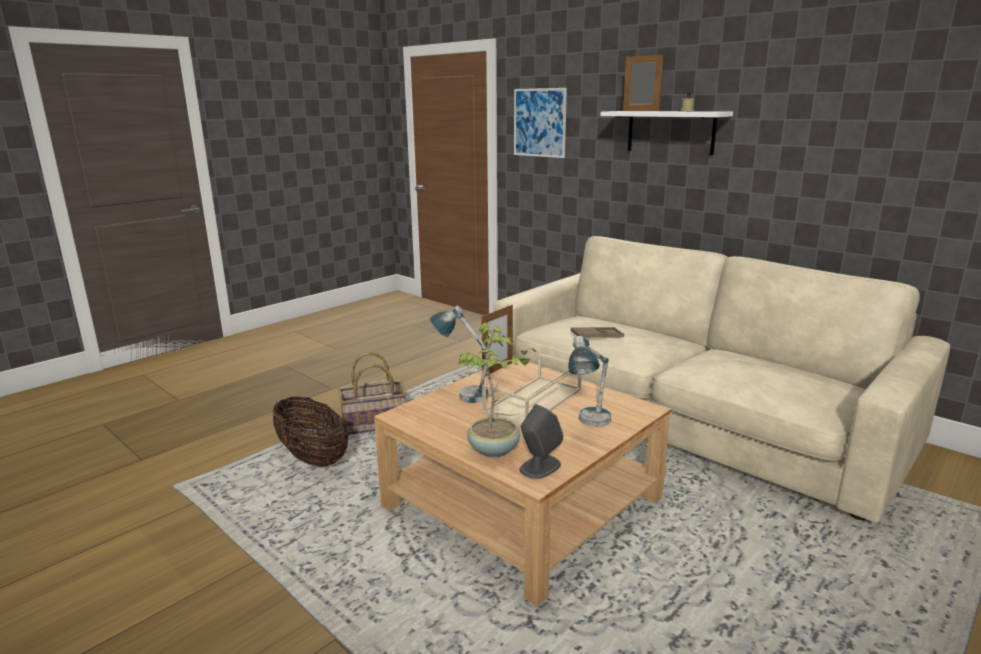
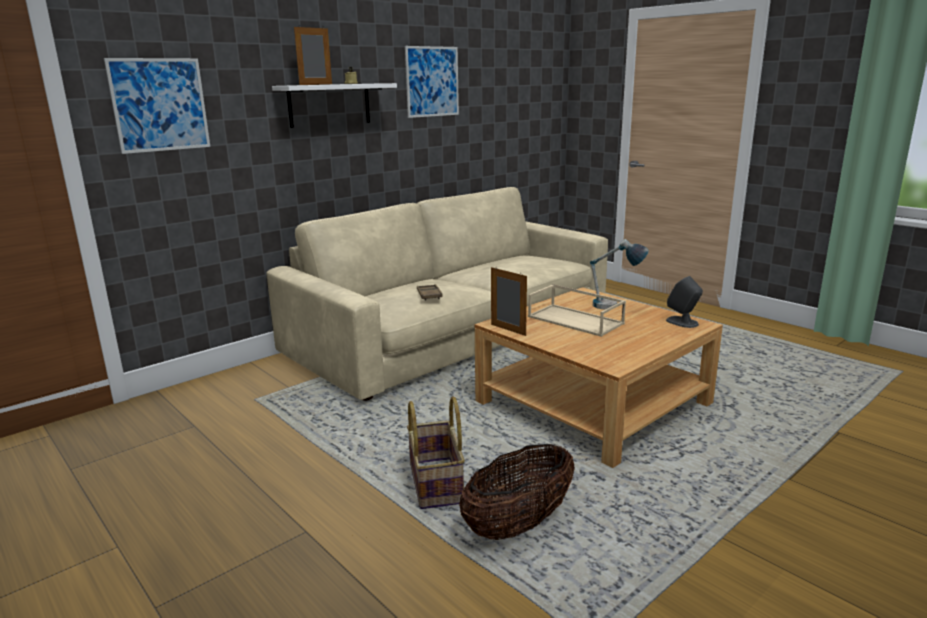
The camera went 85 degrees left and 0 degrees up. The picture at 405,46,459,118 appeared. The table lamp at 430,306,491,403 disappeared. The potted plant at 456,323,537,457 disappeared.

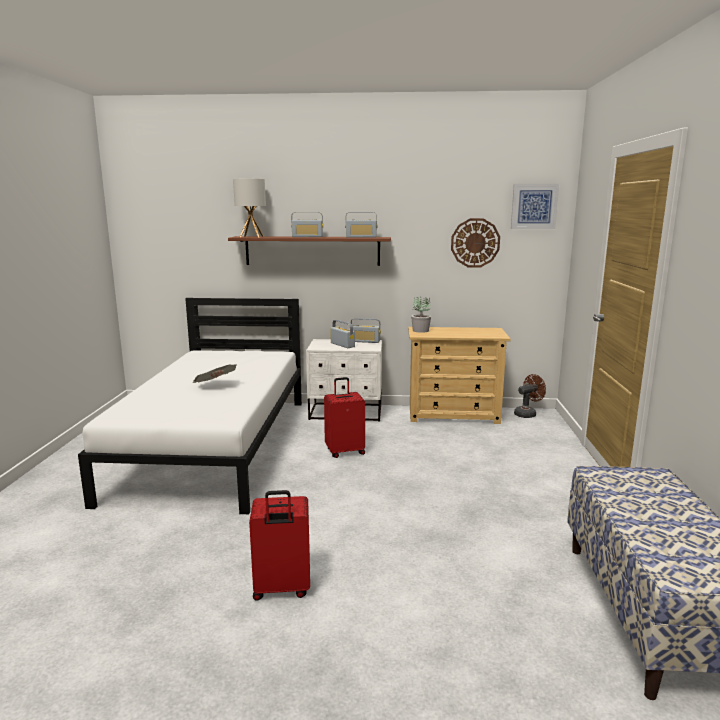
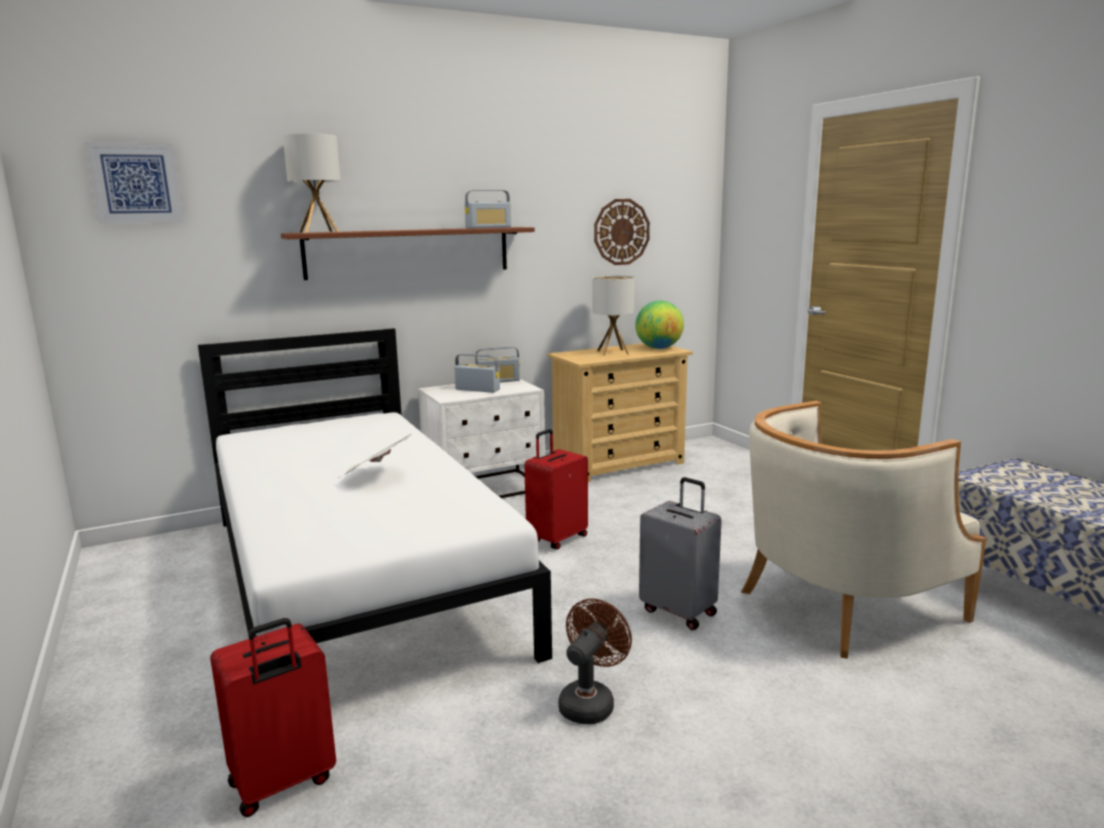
The camera went 30 degrees left and 0 degrees up. The picture moved from 511,184,559,229 to 85,142,184,224. The red suitcase moved from 249,490,310,601 to 210,618,336,817. The brown fan moved from 514,374,546,418 to 558,598,632,724. The table lamp at 592,276,635,356 appeared. The globe at 635,301,684,349 appeared. The grey suitcase at 639,477,722,630 appeared. The beige armchair at 741,401,986,659 appeared. The radio at 291,212,323,237 disappeared. The potted plant at 411,296,431,333 disappeared.

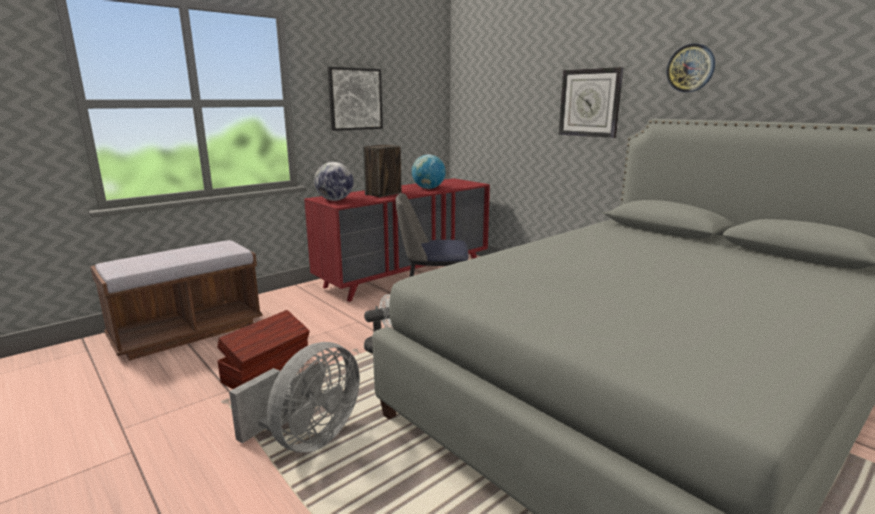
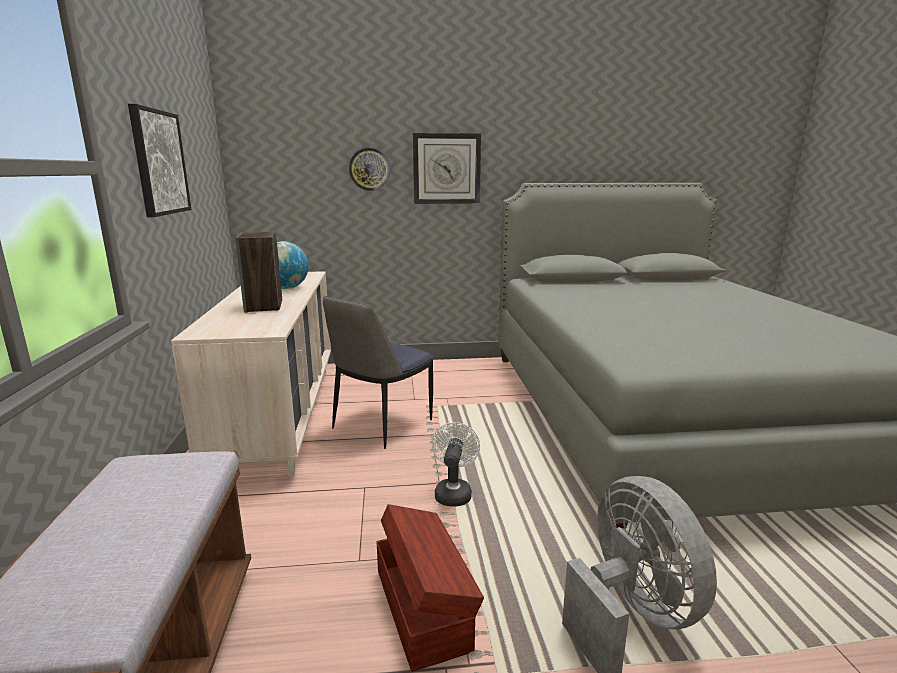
The camera went 55 degrees left and 0 degrees up. The red dresser at 304,178,490,302 became the beige dresser at 171,271,331,476. The wall clock moved from 667,43,715,92 to 349,148,390,191. The globe at 314,162,354,201 disappeared.

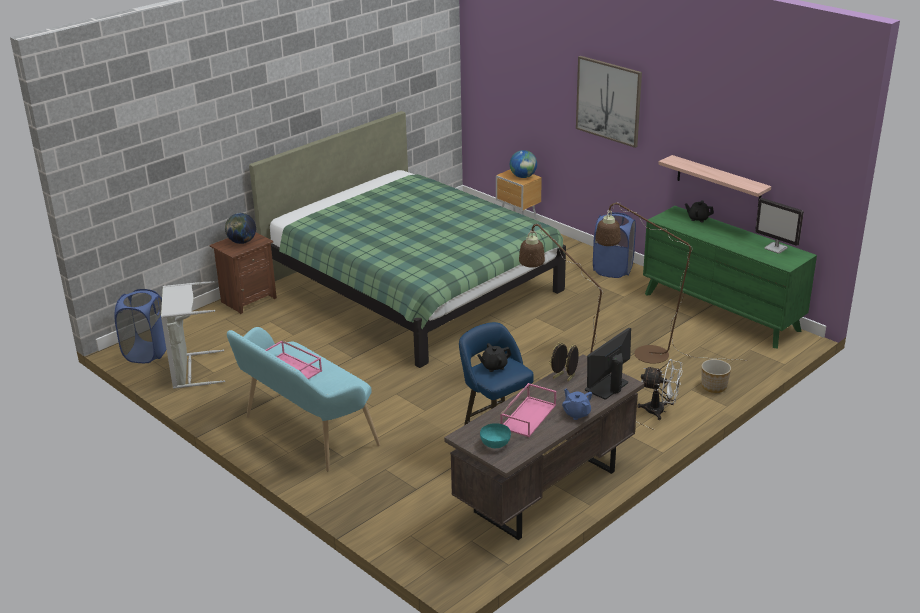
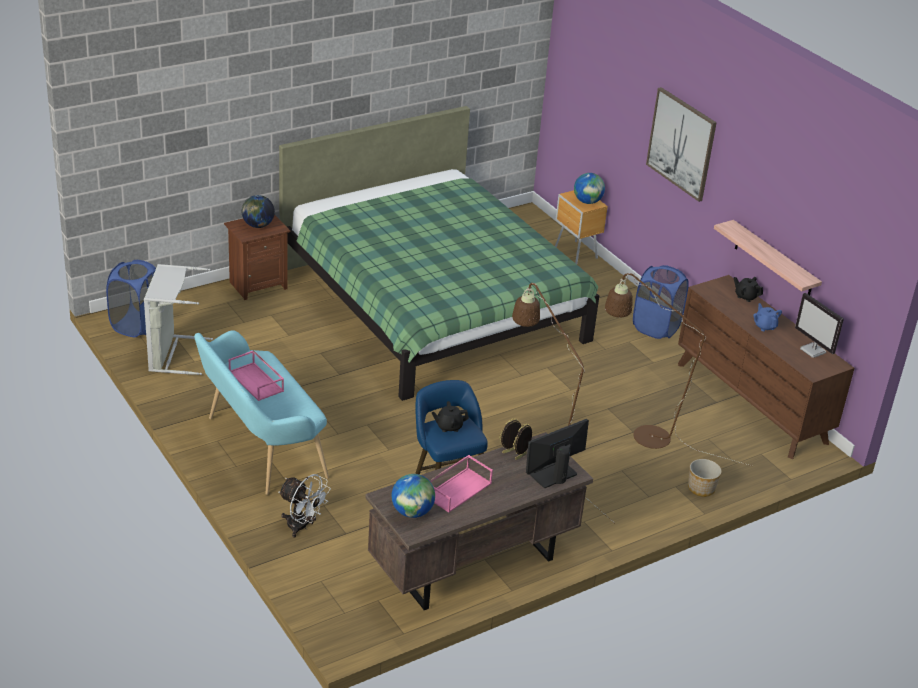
The camera went 10 degrees right and 5 degrees up. The white fan moved from 637,359,682,420 to 279,474,331,538. The turquoise bowl at 480,423,511,448 was replaced by the globe at 392,474,435,518. The green dresser at 643,206,817,349 became the brown dresser at 678,275,855,459. The blue teapot moved from 562,389,592,420 to 753,303,782,331.

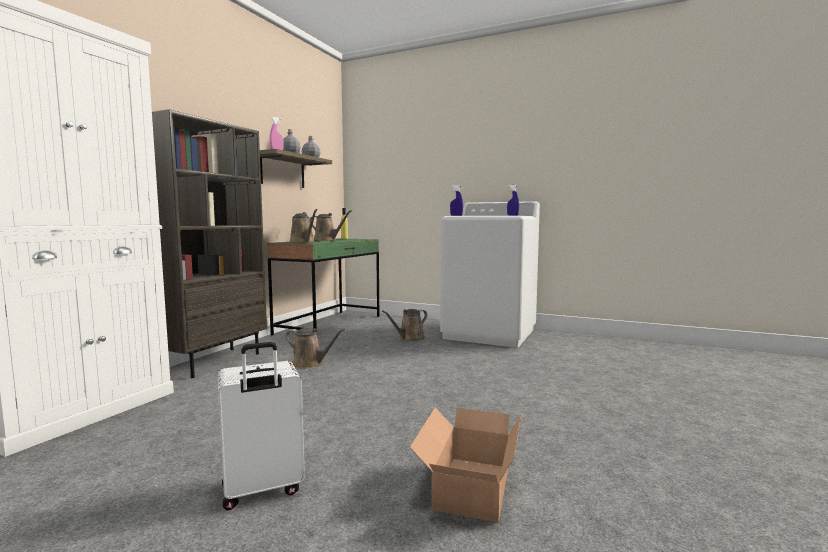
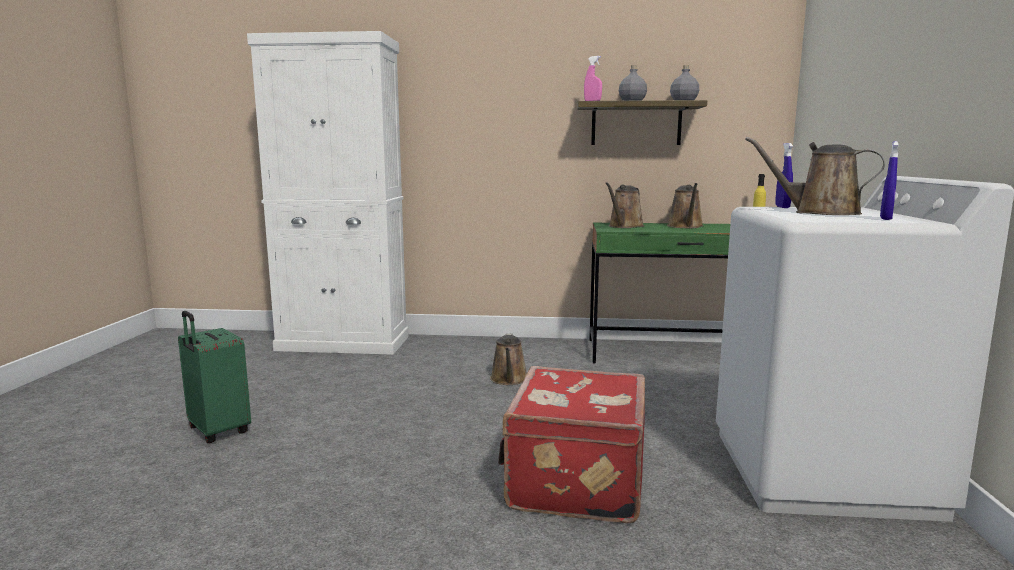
The camera went 70 degrees right and 5 degrees up. The white suitcase at 218,342,305,510 became the green suitcase at 178,311,251,443. The red suitcase at 498,366,645,524 appeared. The brown watering can moved from 382,309,427,341 to 745,137,885,215. The brown bookcase at 152,109,267,378 disappeared. The cardboard box at 410,408,522,523 disappeared.

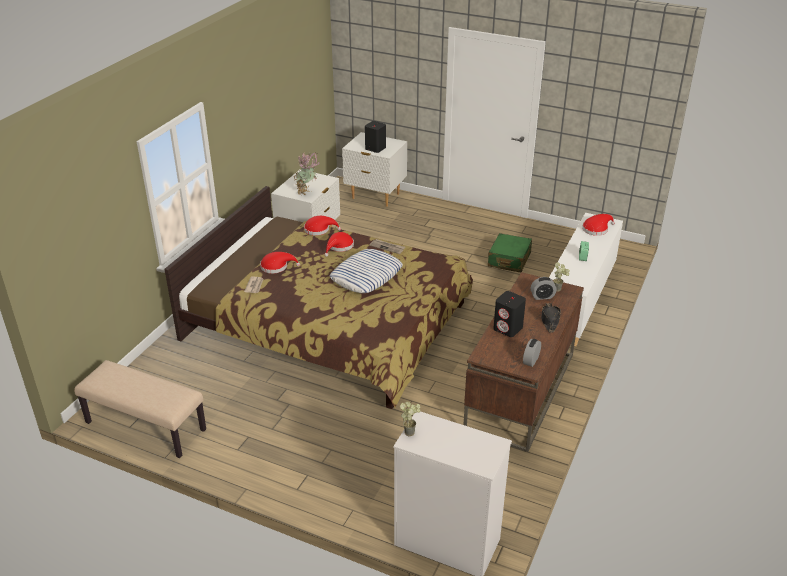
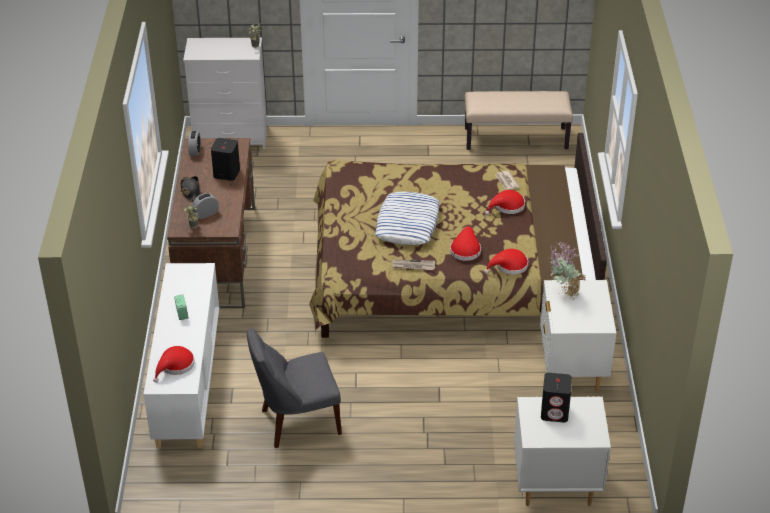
The camera went 155 degrees right and 5 degrees up. The green suitcase at 488,233,532,272 was replaced by the grey chair at 247,328,342,448.

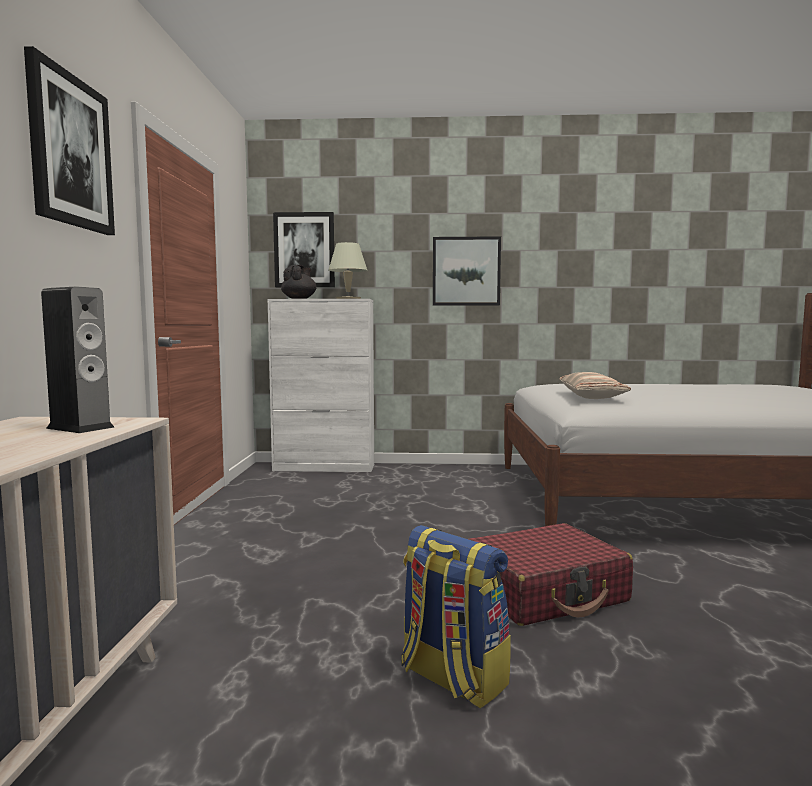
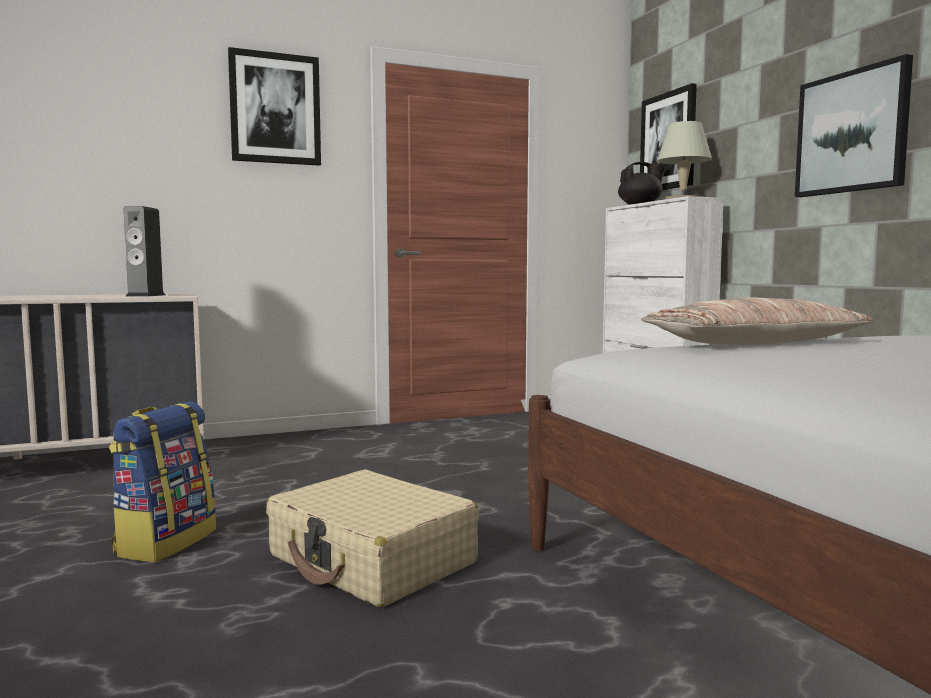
The camera went 65 degrees right and 0 degrees up. The red suitcase at 469,523,633,626 became the beige suitcase at 266,469,479,608.

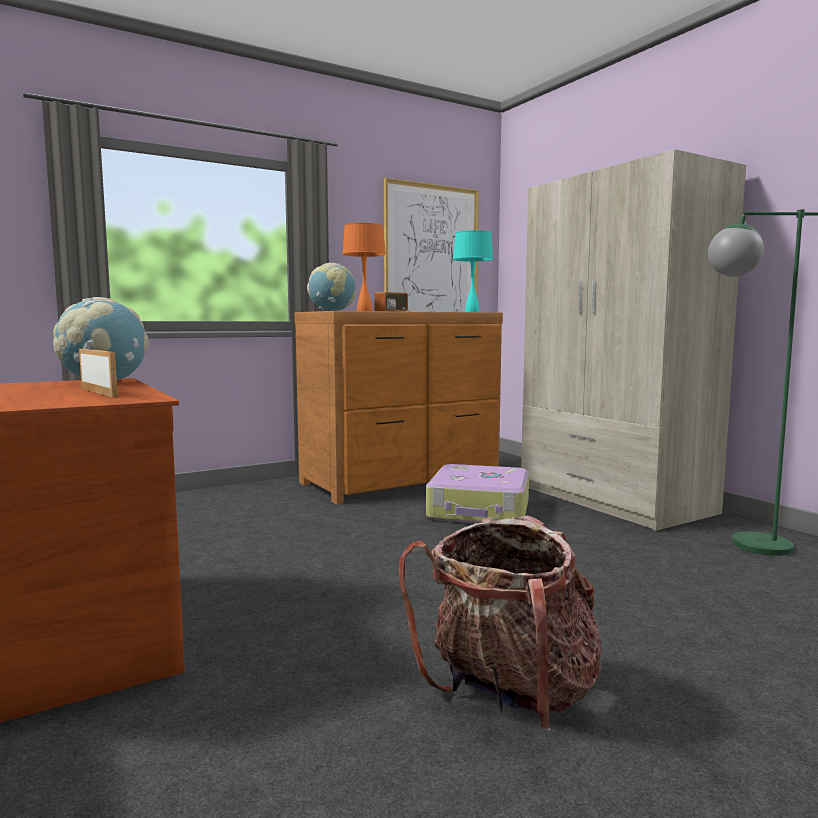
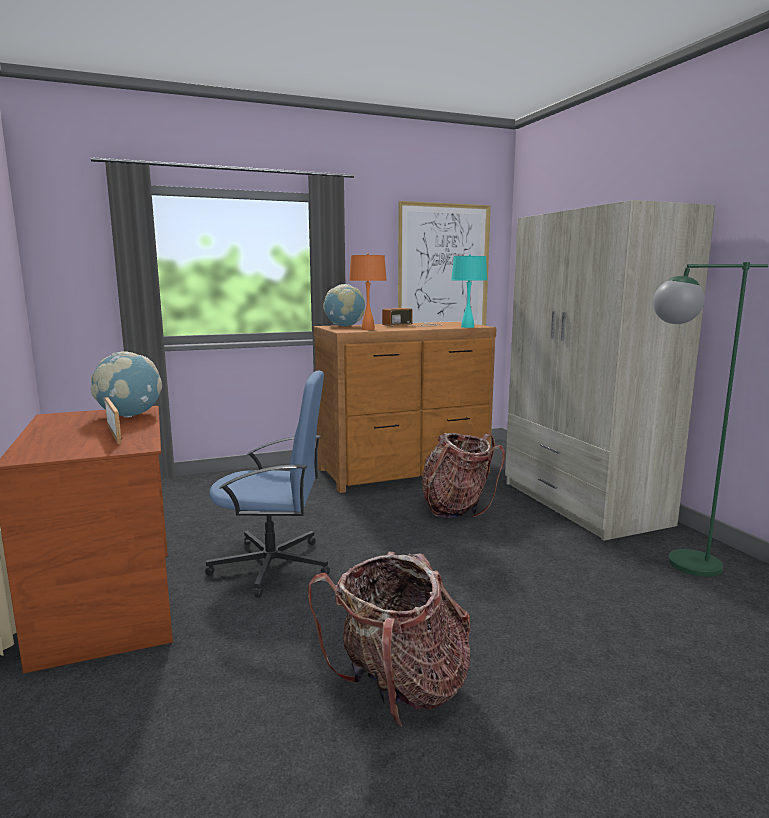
The camera went 10 degrees right and 5 degrees up. The blue office chair at 205,371,330,598 appeared. The suitcase at 426,464,529,523 was replaced by the backpack at 422,433,505,518.

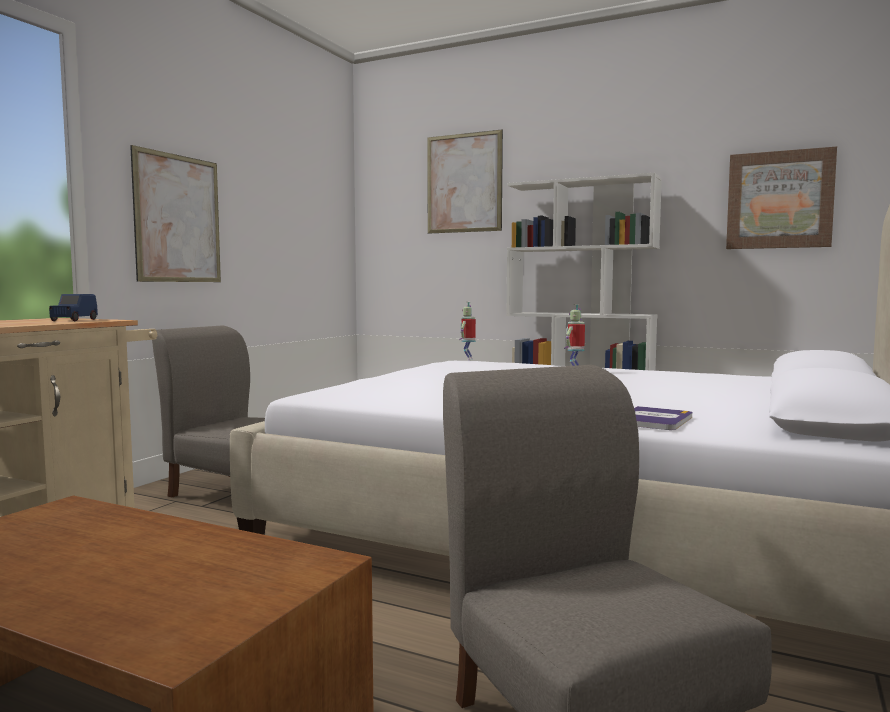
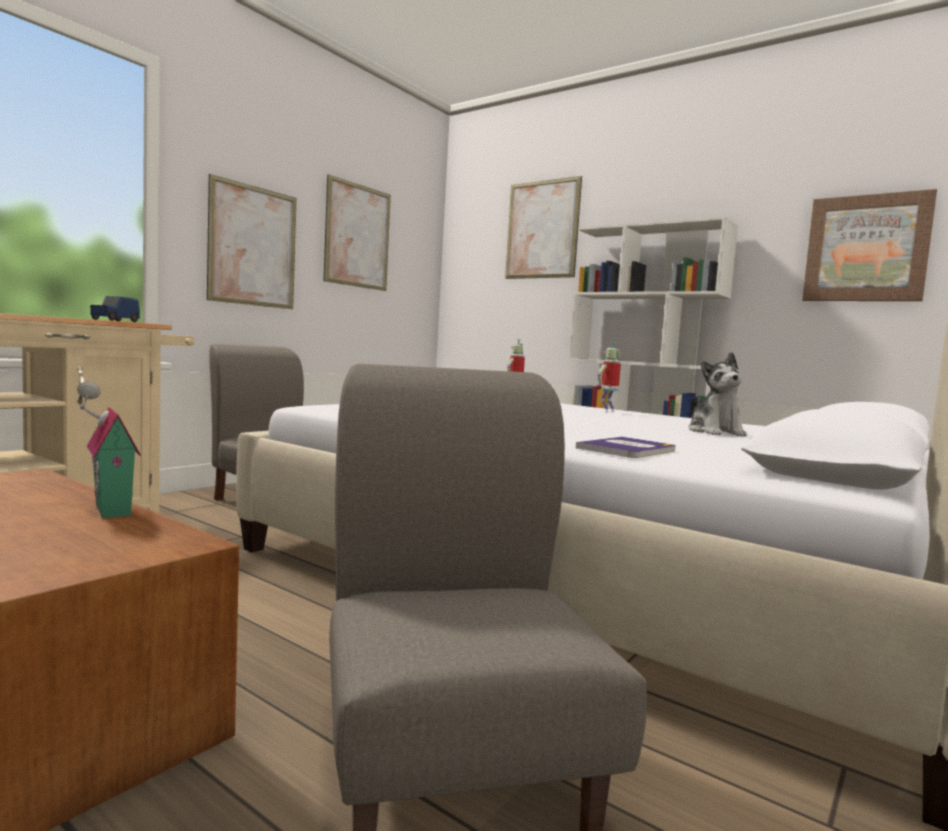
The camera went 10 degrees right and 0 degrees up. The toy house at 77,382,141,518 appeared. The picture at 324,174,391,291 appeared. The plush toy at 688,352,747,437 appeared.

